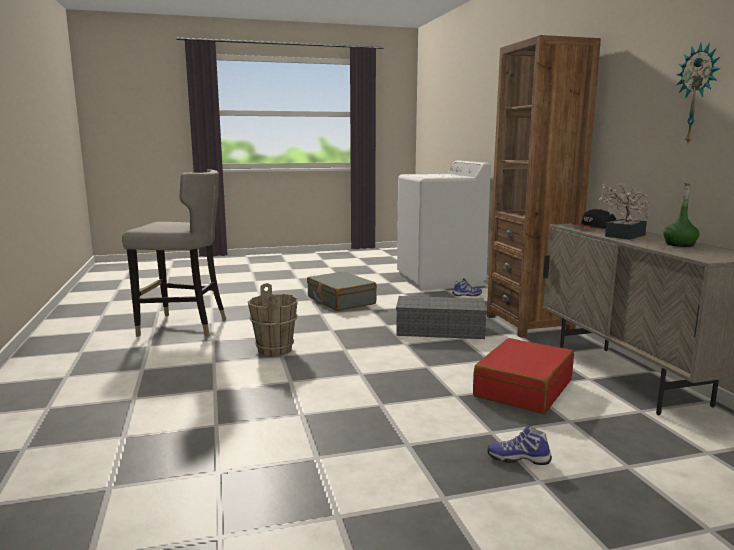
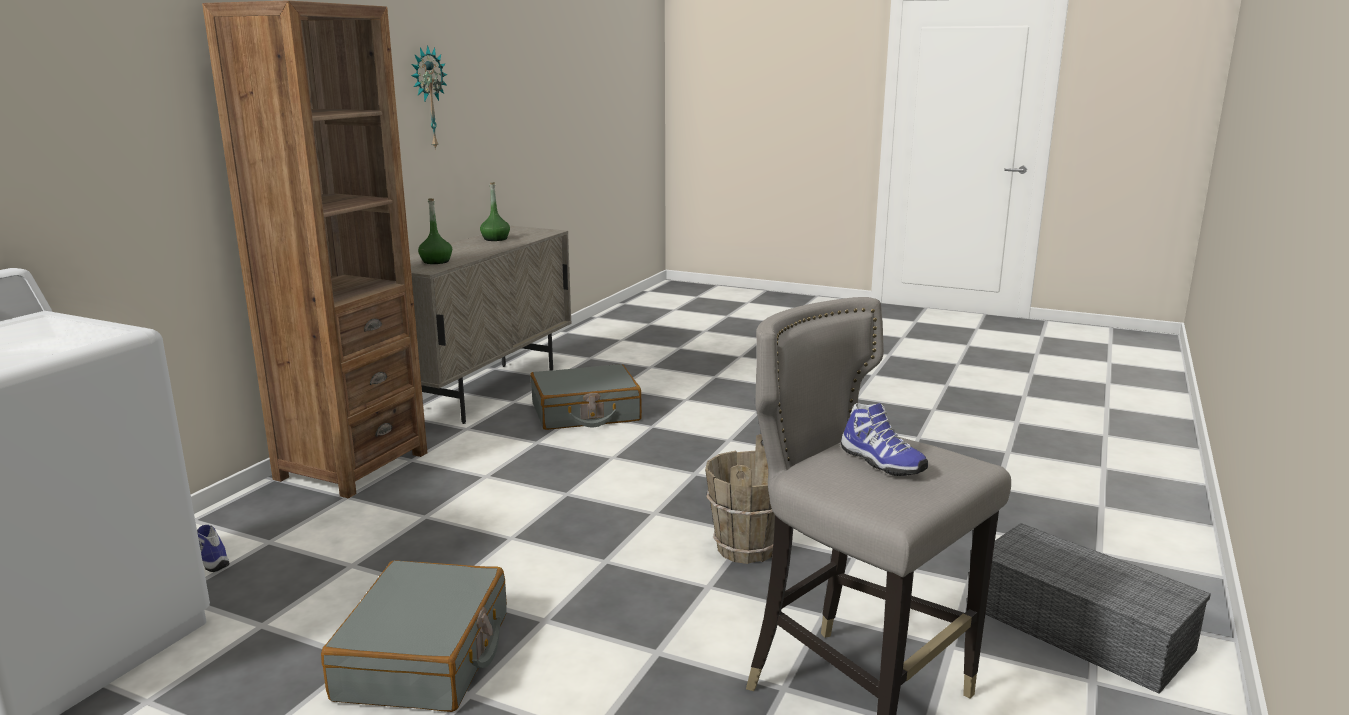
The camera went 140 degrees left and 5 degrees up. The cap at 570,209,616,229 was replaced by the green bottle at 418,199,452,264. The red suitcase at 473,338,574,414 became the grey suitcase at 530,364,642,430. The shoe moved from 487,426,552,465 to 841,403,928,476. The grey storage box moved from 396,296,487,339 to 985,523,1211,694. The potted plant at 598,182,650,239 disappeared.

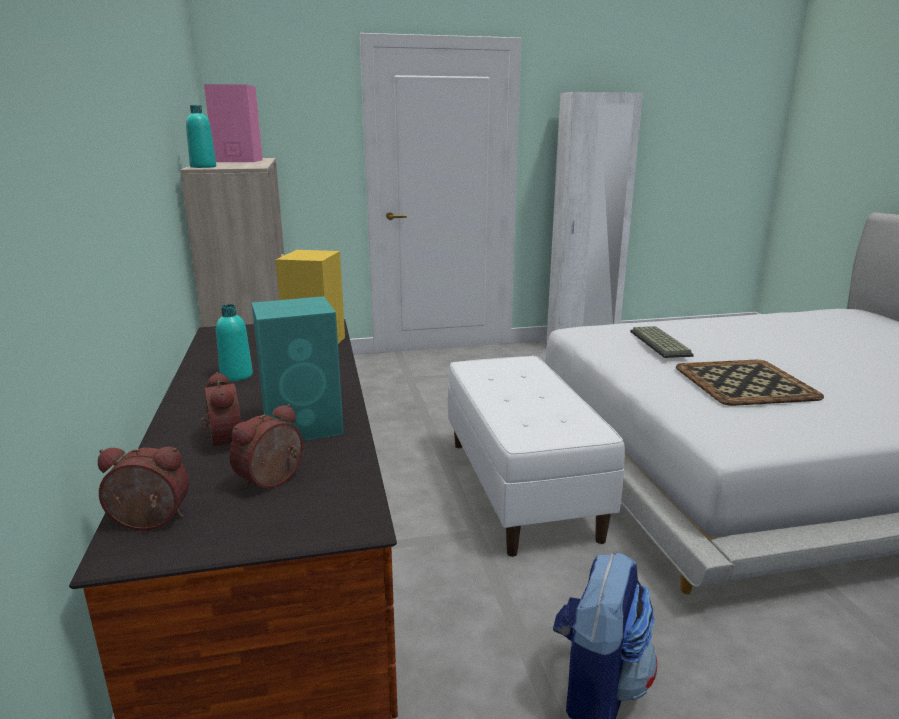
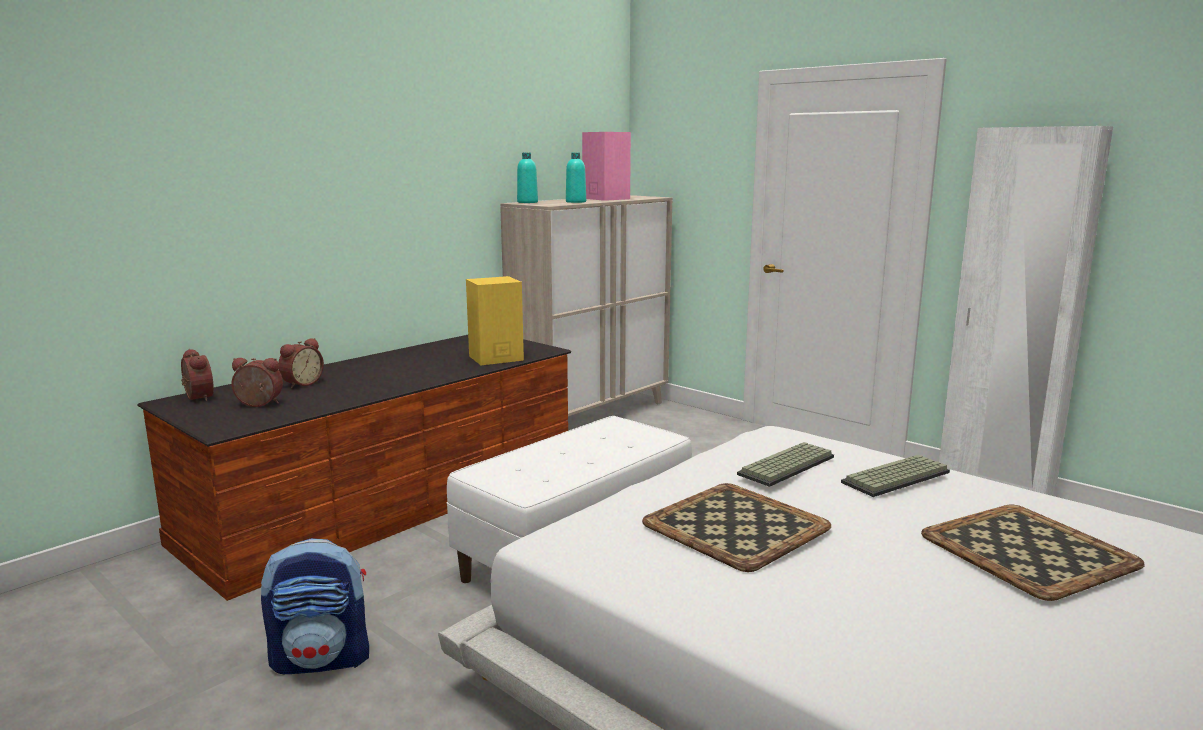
The camera went 55 degrees right and 5 degrees down. The turquoise bottle moved from 216,304,253,381 to 566,152,586,203. The keyboard at 841,455,950,497 appeared. The tray at 921,504,1145,601 appeared. The turquoise speaker at 252,296,344,441 disappeared.

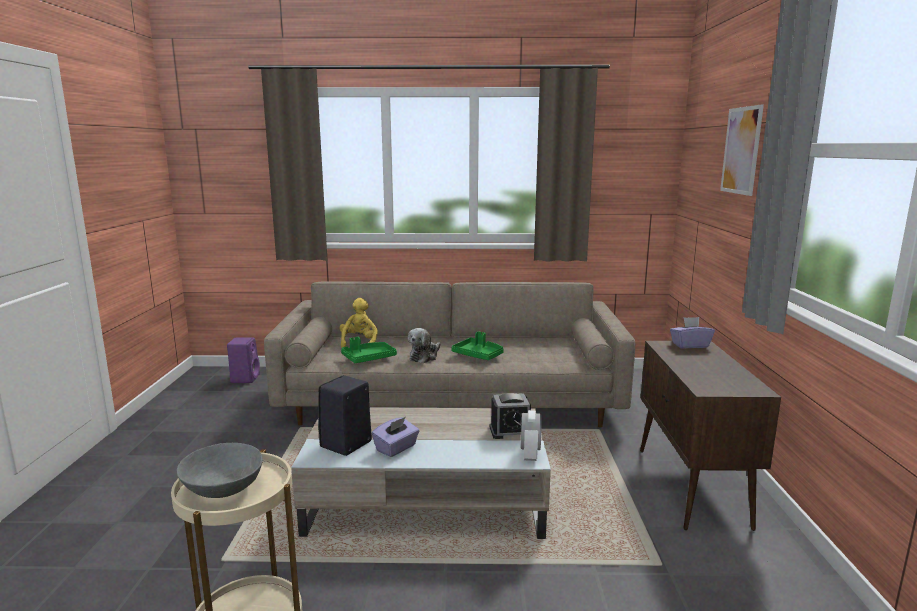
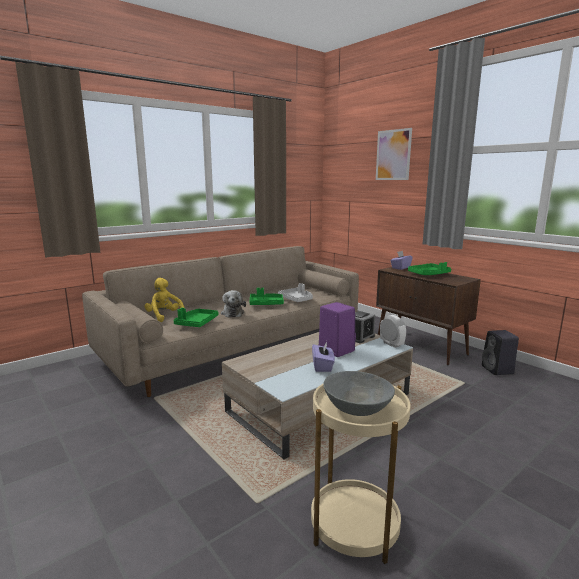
The camera went 40 degrees left and 0 degrees up. The grey tray at 278,283,313,302 appeared. The purple speaker moved from 227,338,260,383 to 319,302,356,357. The green tray at 408,262,451,275 appeared. The black speaker moved from 318,375,372,456 to 482,330,519,375.

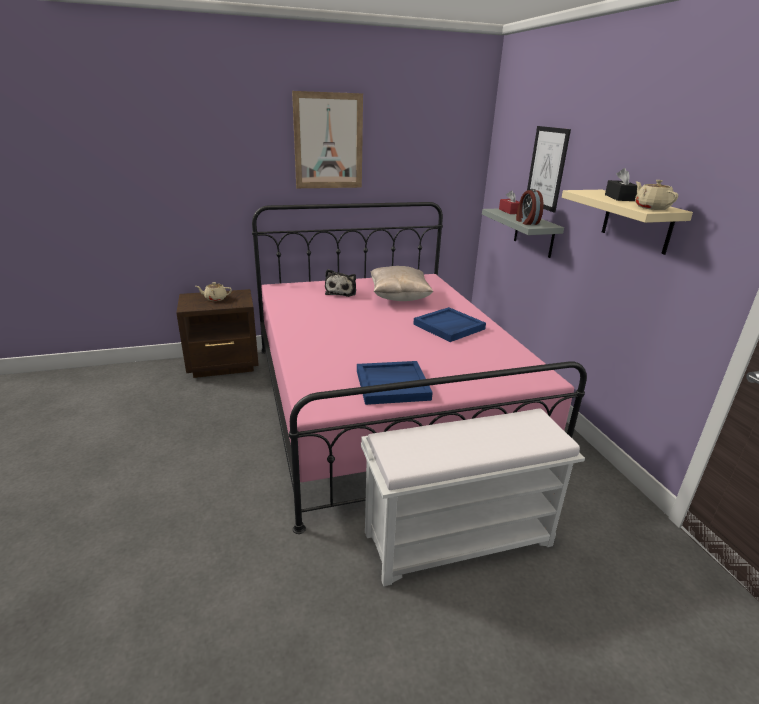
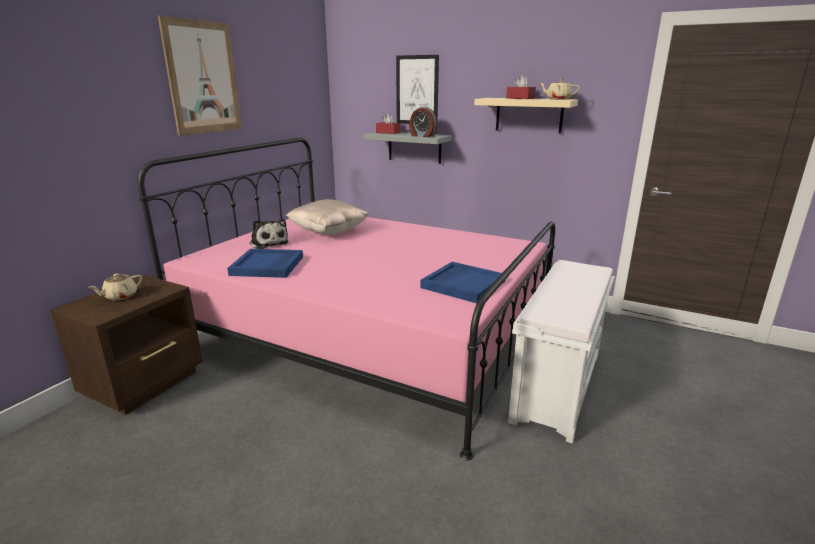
The camera went 45 degrees left and 5 degrees down. The blue tray moved from 413,307,486,342 to 227,249,303,278. The black tissue box at 605,168,637,201 became the red tissue box at 506,75,536,99.

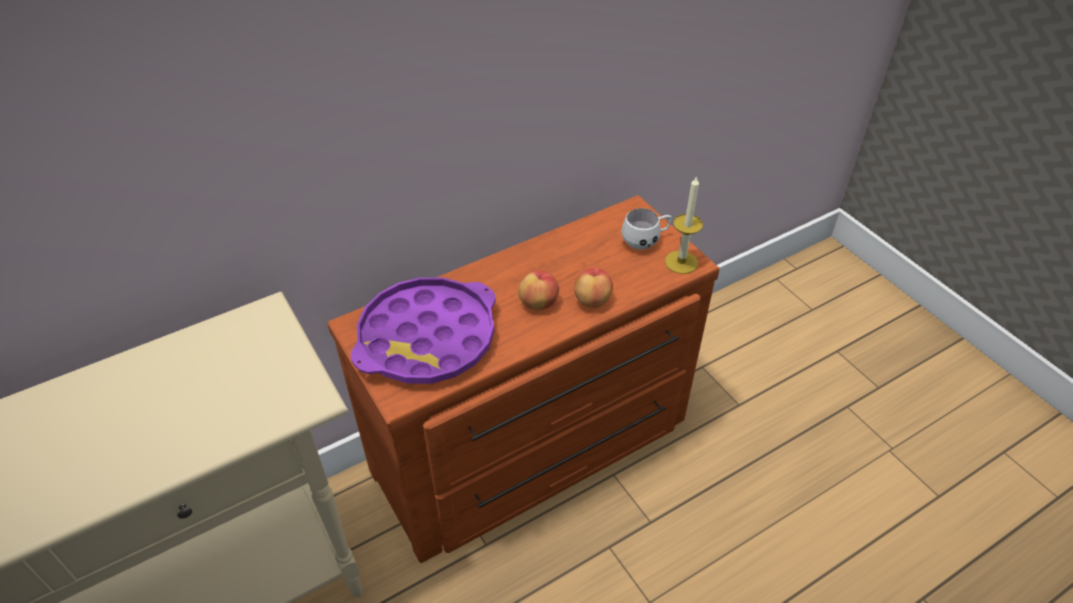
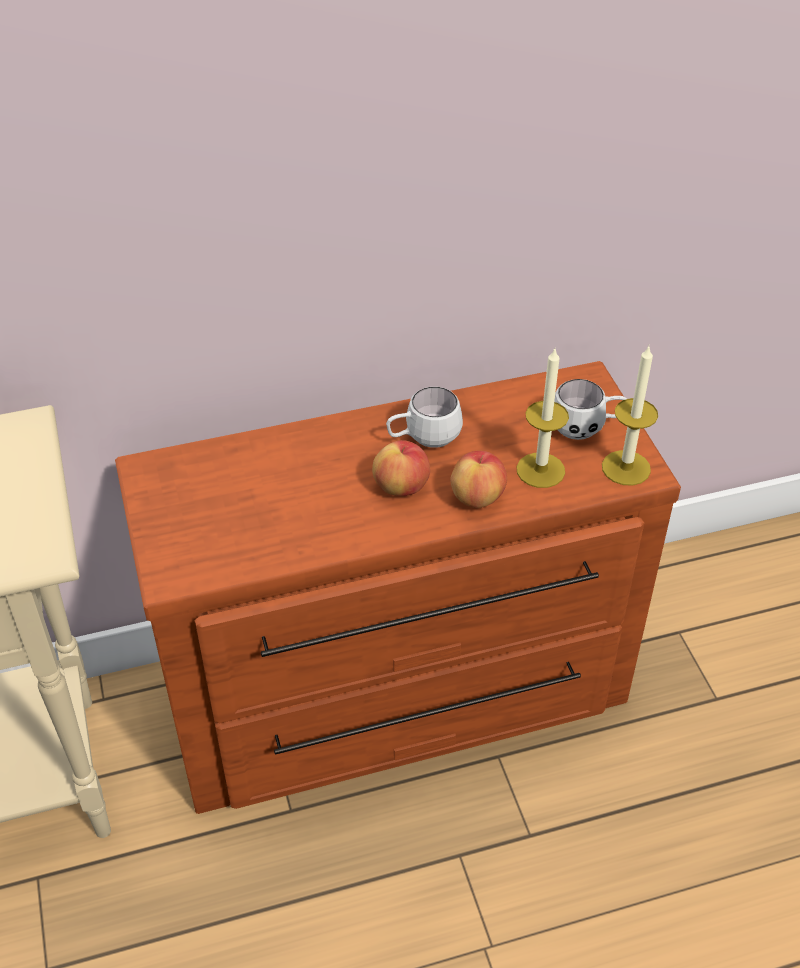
The camera went 15 degrees right and 0 degrees up. The white mug at 386,387,463,448 appeared. The candle at 517,347,569,488 appeared. The purple tray at 351,277,496,384 disappeared.

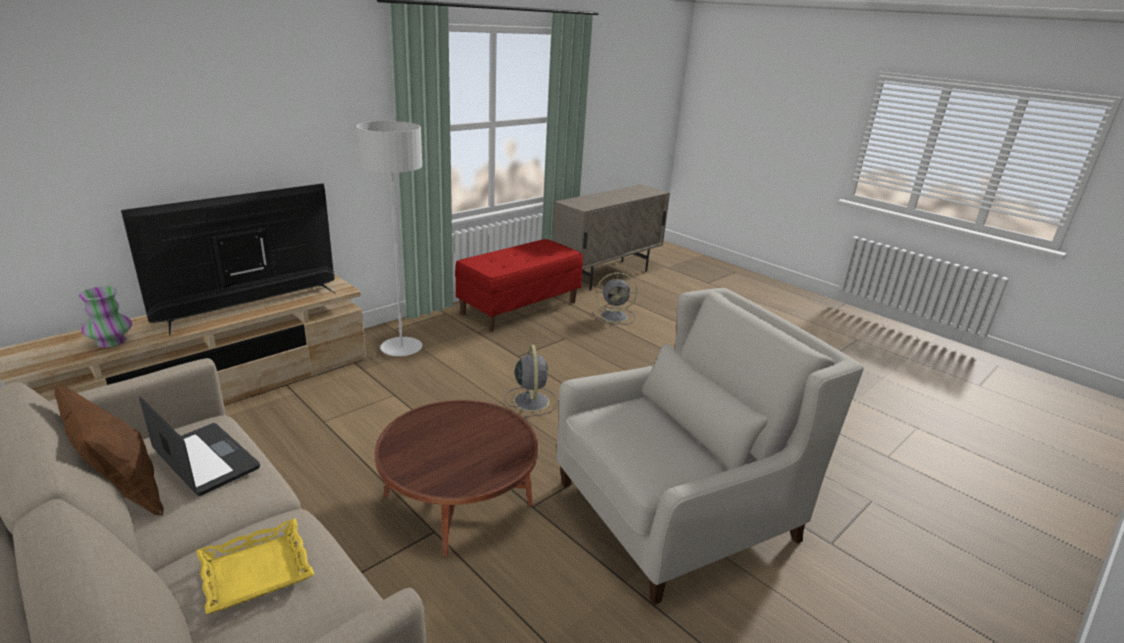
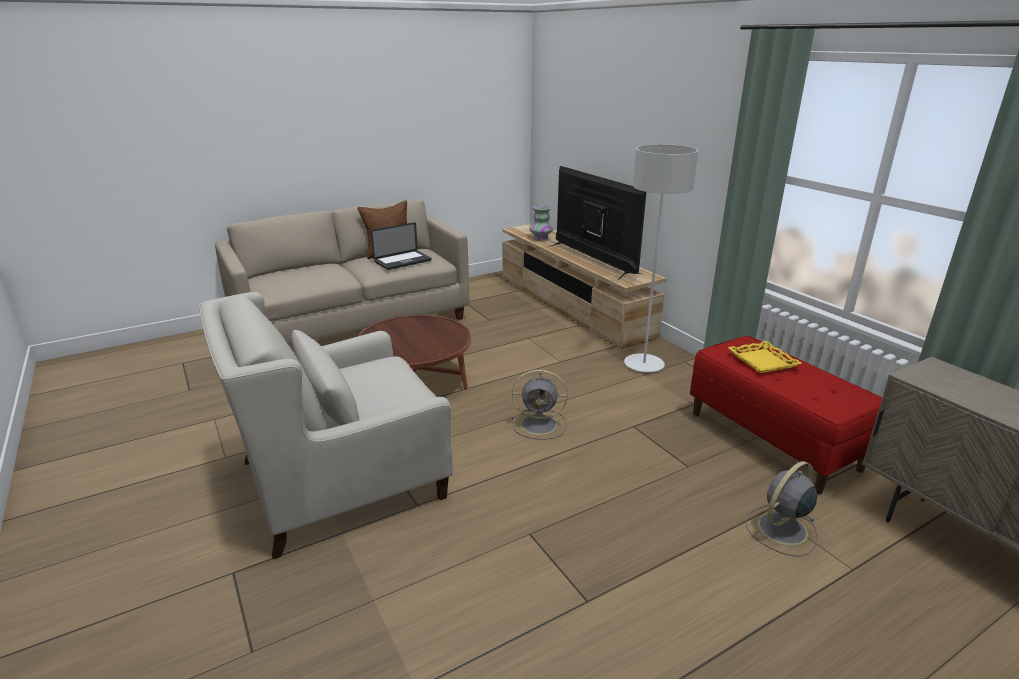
The camera went 105 degrees right and 0 degrees up. The white armchair at 556,288,864,605 turned 75 degrees clockwise. The yellow tray moved from 196,518,315,614 to 728,341,802,373. The grey fan at 592,272,637,325 turned 45 degrees clockwise.

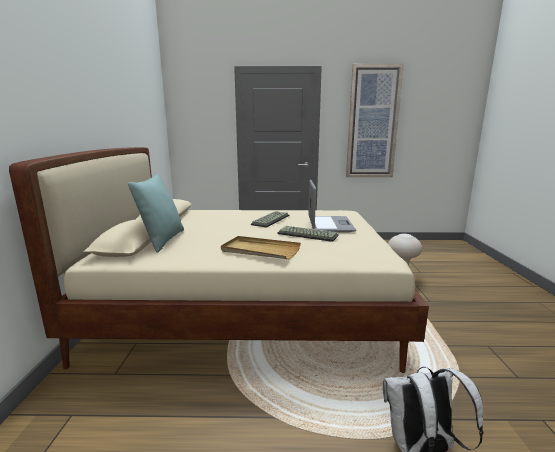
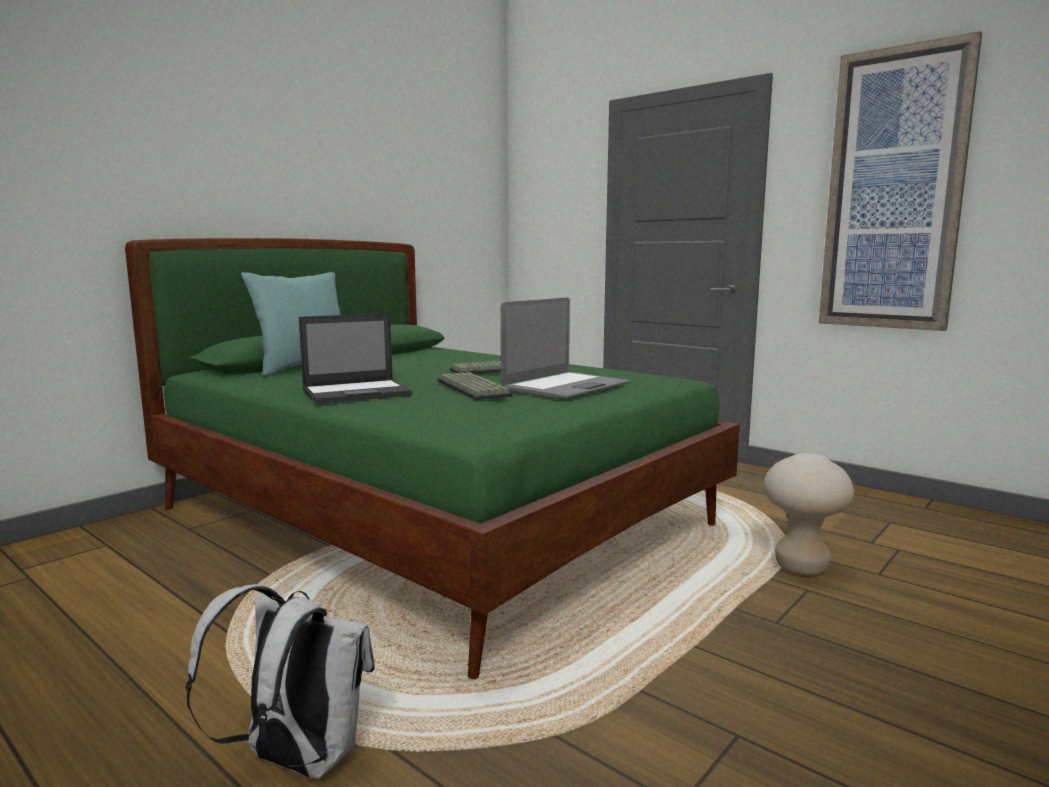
The camera went 40 degrees right and 5 degrees down. The beige bed at 9,147,429,373 became the green bed at 125,238,740,679. The beige tray at 221,236,301,259 was replaced by the laptop at 299,313,412,404.

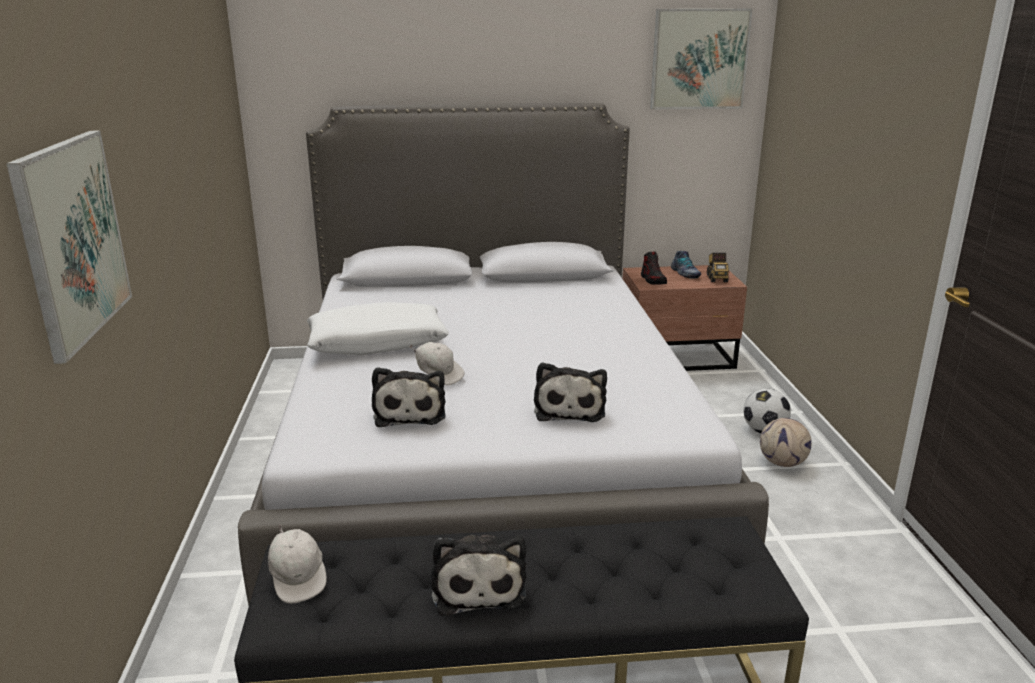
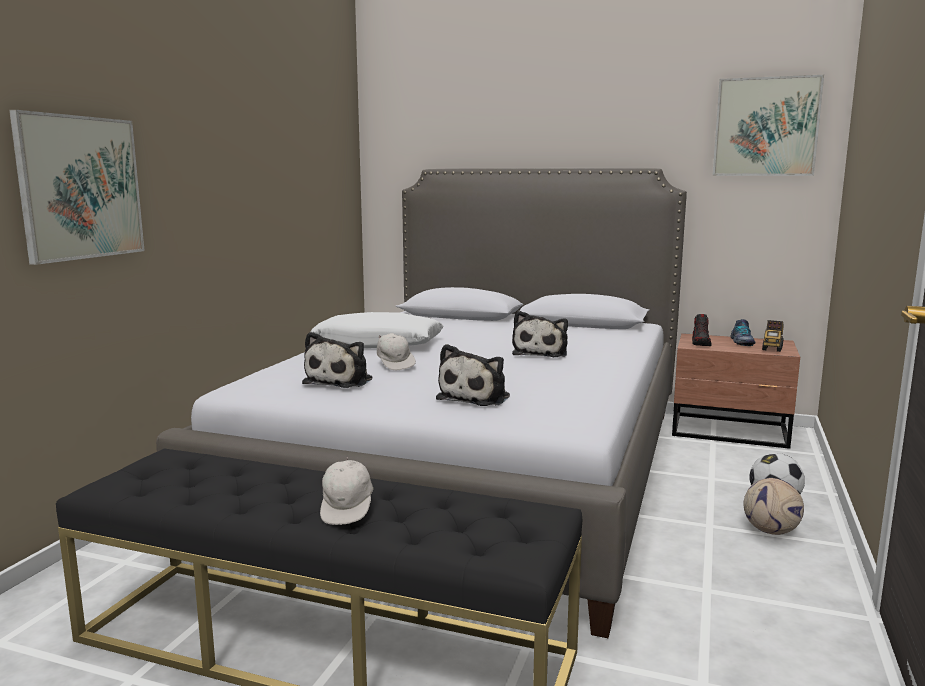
The camera went 25 degrees right and 10 degrees down. The white cap moved from 268,524,327,604 to 320,457,373,525. The plush toy moved from 431,535,526,616 to 512,311,568,357.

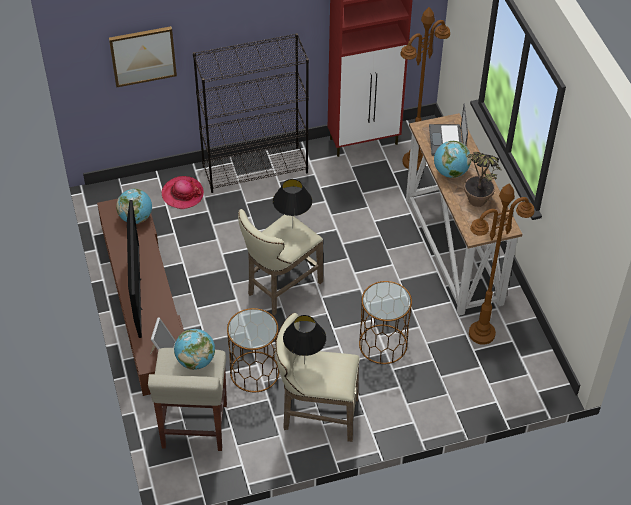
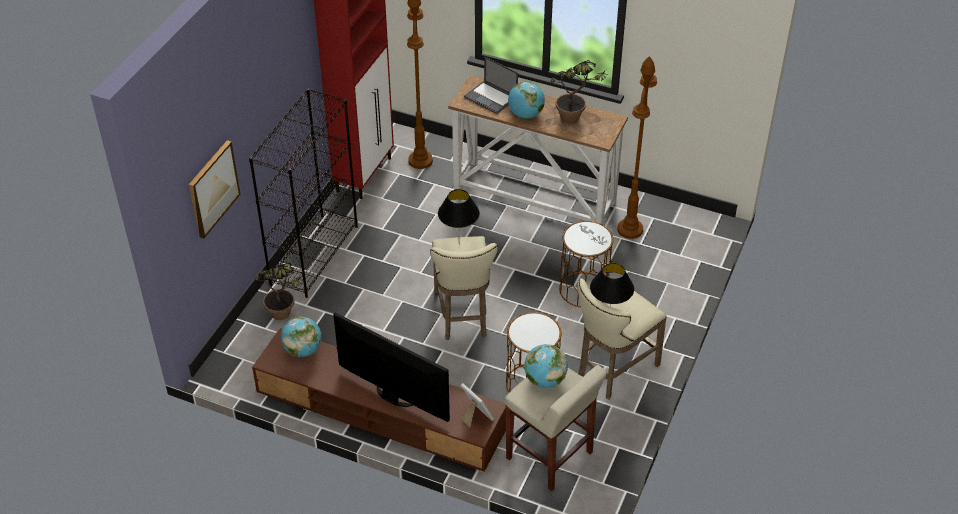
The camera went 50 degrees left and 5 degrees down. The hat at 162,176,204,209 was replaced by the potted plant at 254,263,303,320.

